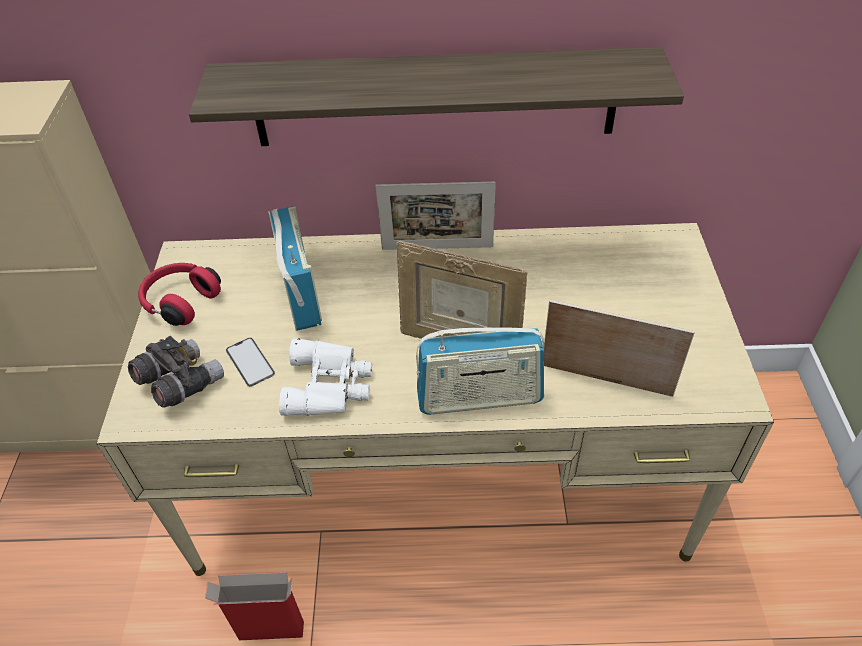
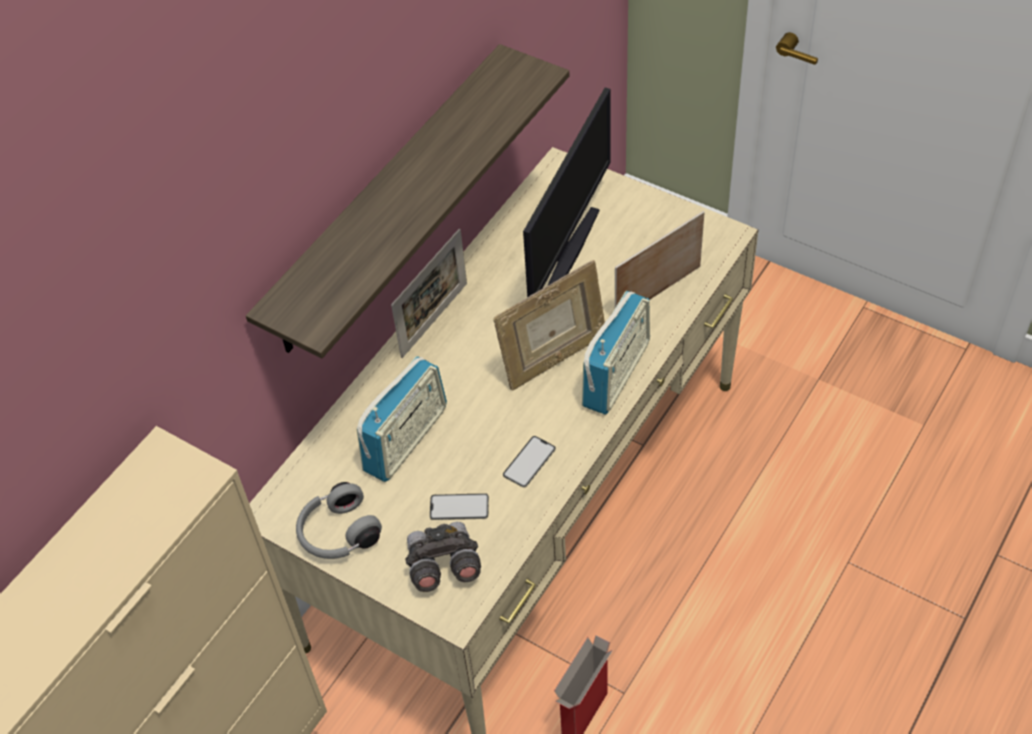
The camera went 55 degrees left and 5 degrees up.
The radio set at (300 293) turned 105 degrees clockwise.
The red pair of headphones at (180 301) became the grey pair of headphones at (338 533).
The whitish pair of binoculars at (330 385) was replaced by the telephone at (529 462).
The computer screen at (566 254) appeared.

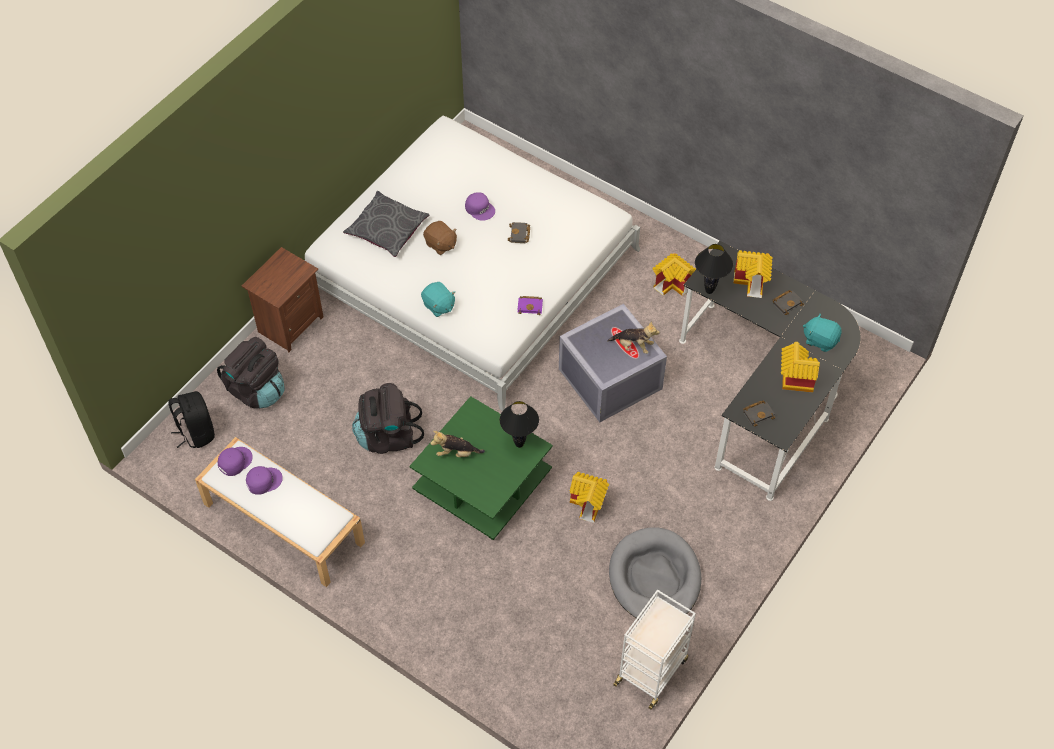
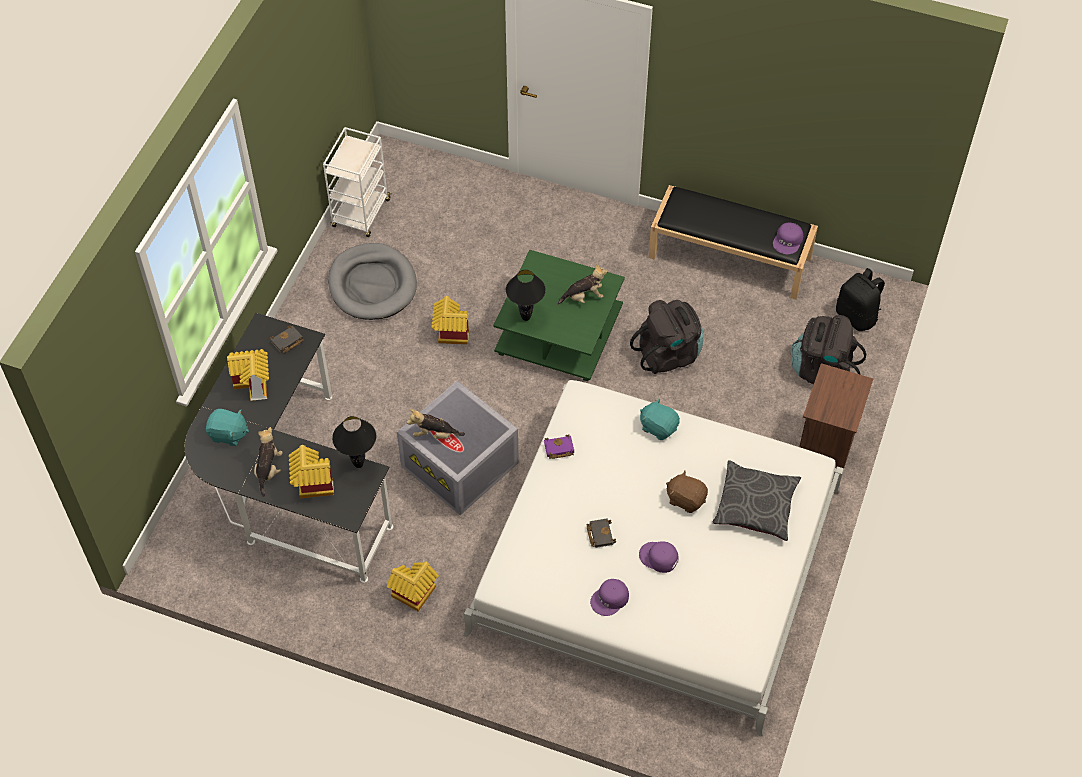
The camera went 165 degrees right and 0 degrees up.
The black bound book at (787 303) was replaced by the cuddly toy at (268 470).
The whitish indoor bench at (282 523) became the black indoor bench at (731 257).
The purple peaked cap moved from (263 480) to (610 599).

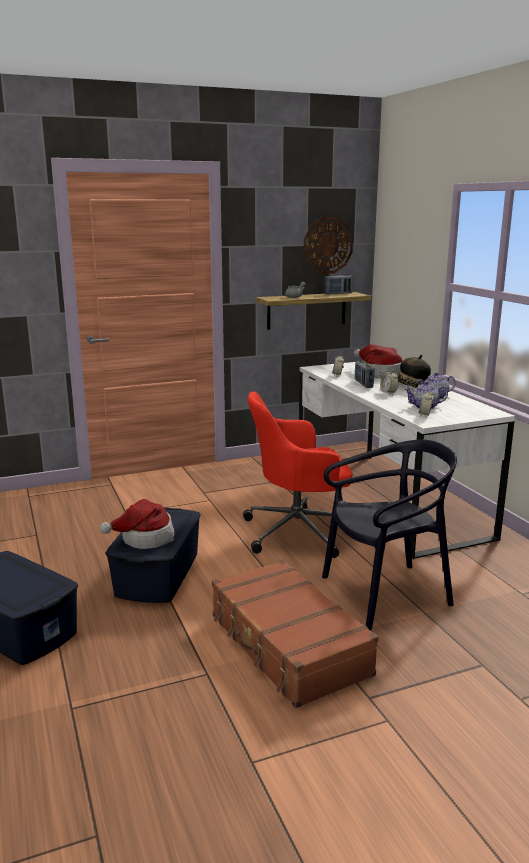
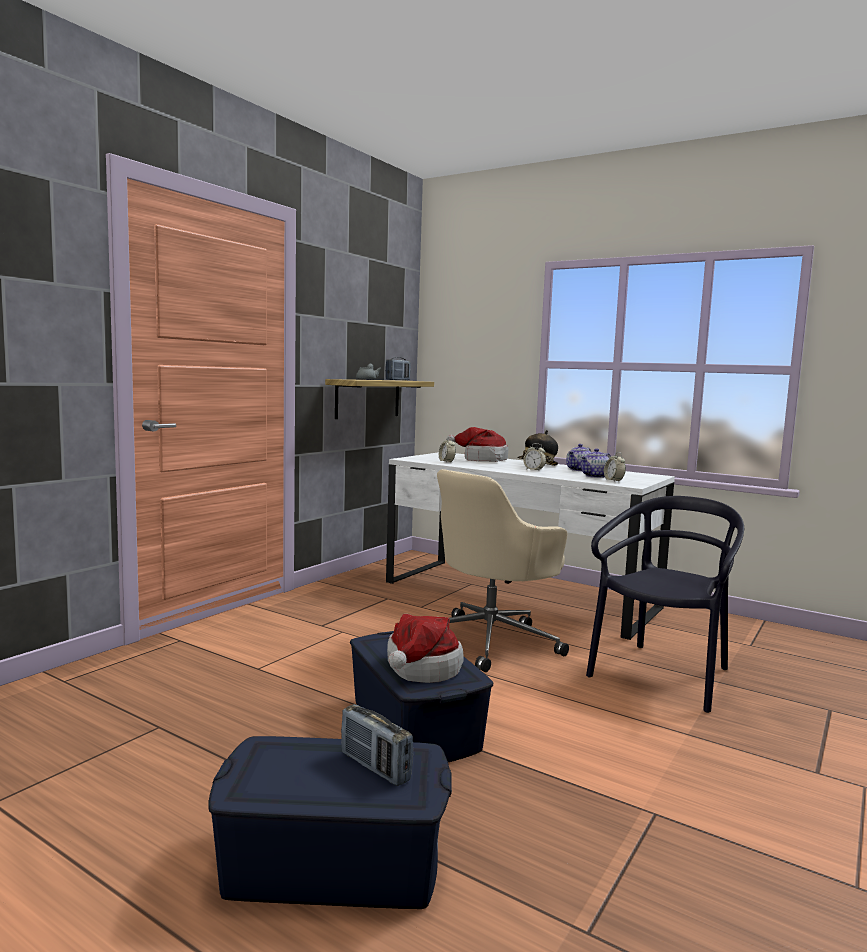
The camera went 35 degrees left and 10 degrees down.
The hanging clock at (328 245) disappeared.
The radio set moved from (363 384) to (375 767).
The red computer chair at (298 532) became the beige-coloured computer chair at (491 641).
The brownish suitcase at (287 645) disappeared.

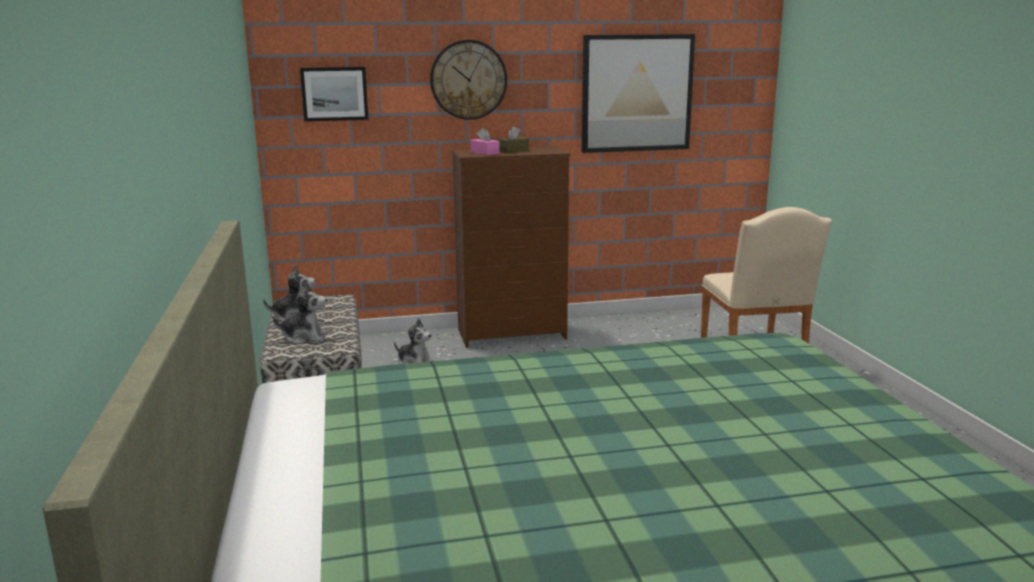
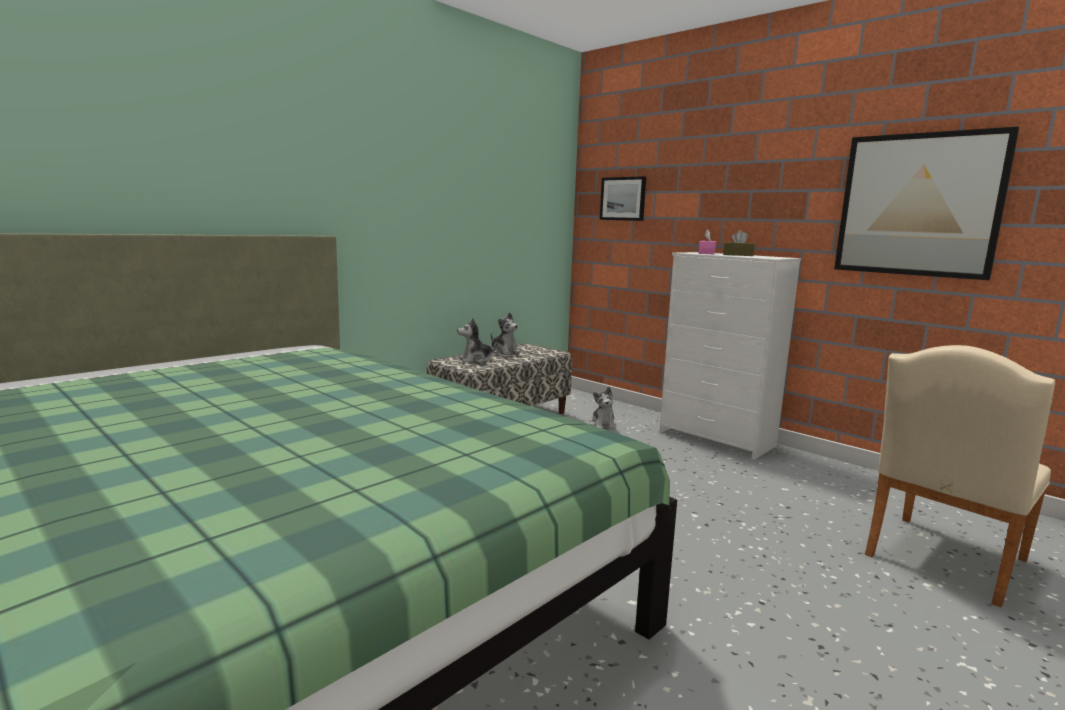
The camera went 55 degrees right and 5 degrees down.
The hanging clock at (468 80) disappeared.
The brownish chest of drawers at (513 334) became the whitish chest of drawers at (717 439).
The cuddly toy at (304 337) turned 105 degrees clockwise.

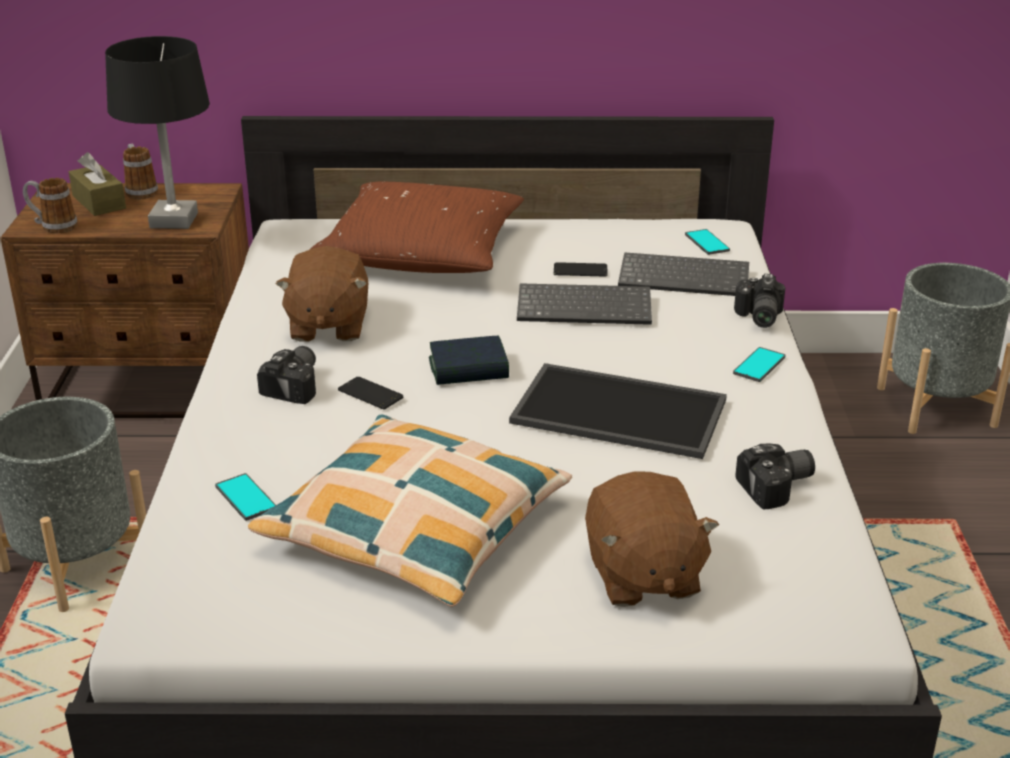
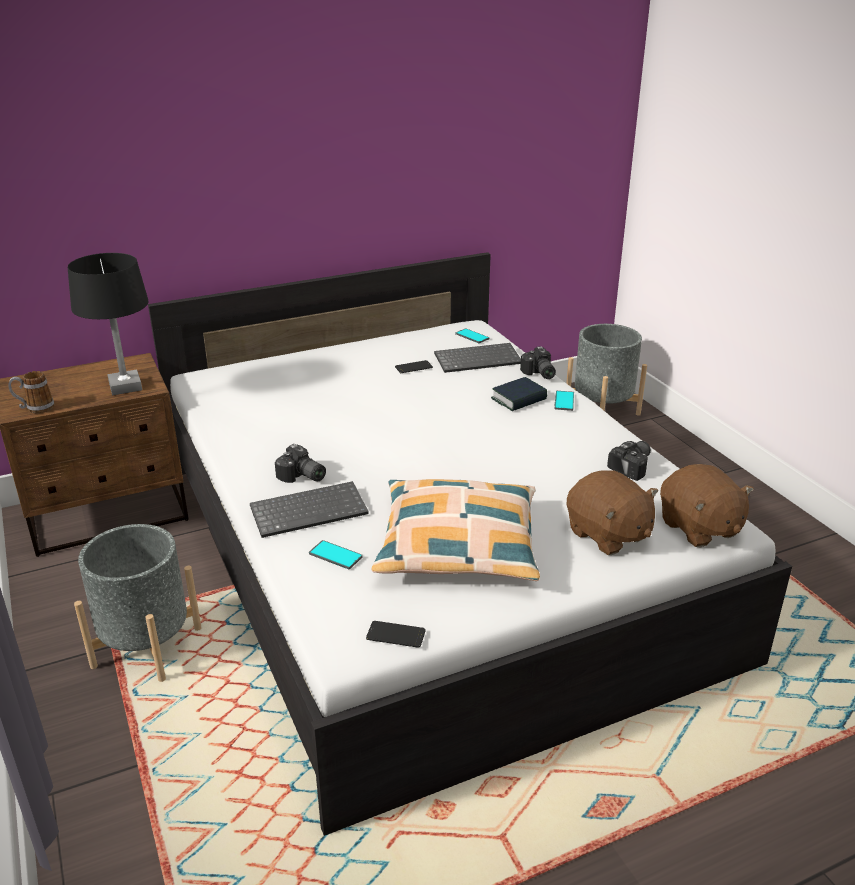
The camera went 25 degrees left and 0 degrees up.
The coffee mug at (140 191) disappeared.
The brownish box of tissues at (99 202) disappeared.
The brownish cushion at (422 253) disappeared.
The brownish cuddly toy moved from (327 326) to (699 528).
The PC keyboard moved from (586 307) to (310 510).
The bound book moved from (468 369) to (519 399).
The photo camera at (297 385) turned 135 degrees clockwise.
The carrying tray at (616 412) disappeared.
The telephone moved from (370 394) to (396 635).

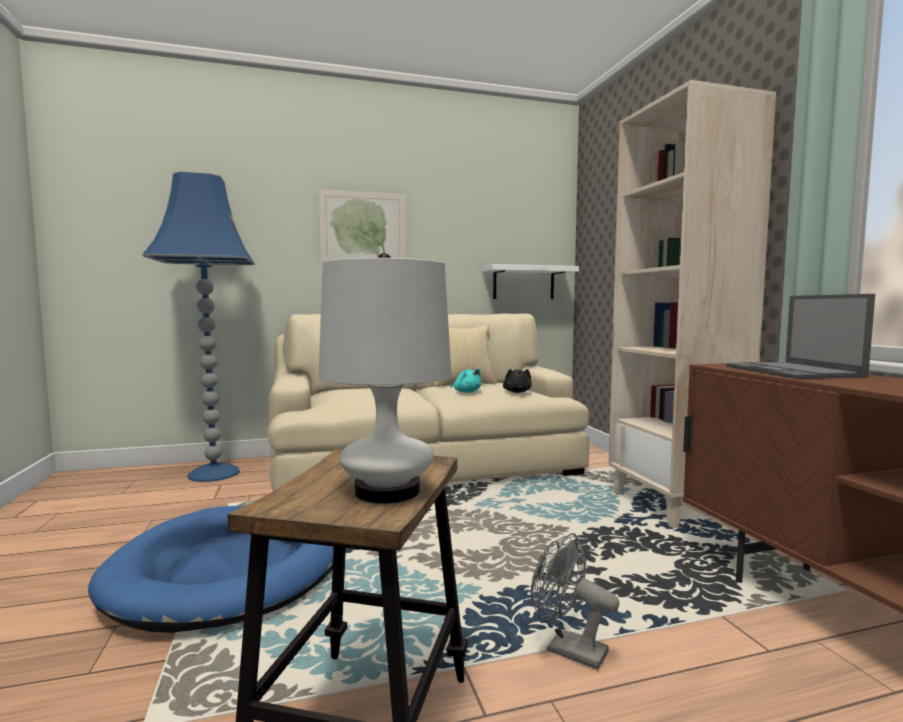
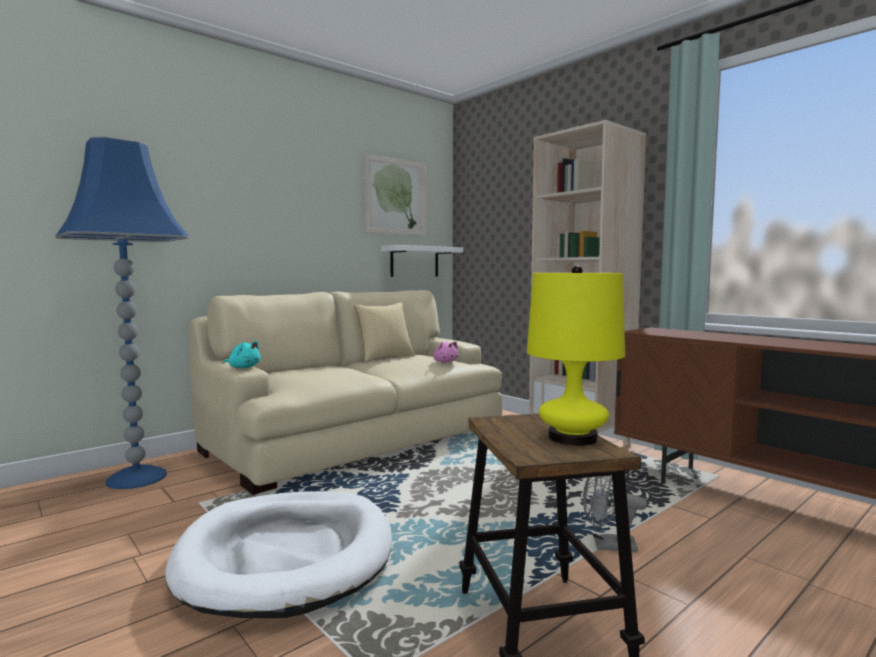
The camera went 25 degrees left and 0 degrees up.
The wall picture moved from (363 235) to (395 196).
The whitish table lamp at (387 491) became the yellowish table lamp at (572 438).
The laptop at (793 371) disappeared.
The turquoise-coloured cuddly toy moved from (466 392) to (243 367).
The black cuddly toy at (517 392) became the pink-coloured cuddly toy at (445 362).
The bluish dog cushion at (232 570) became the whitish dog cushion at (287 556).

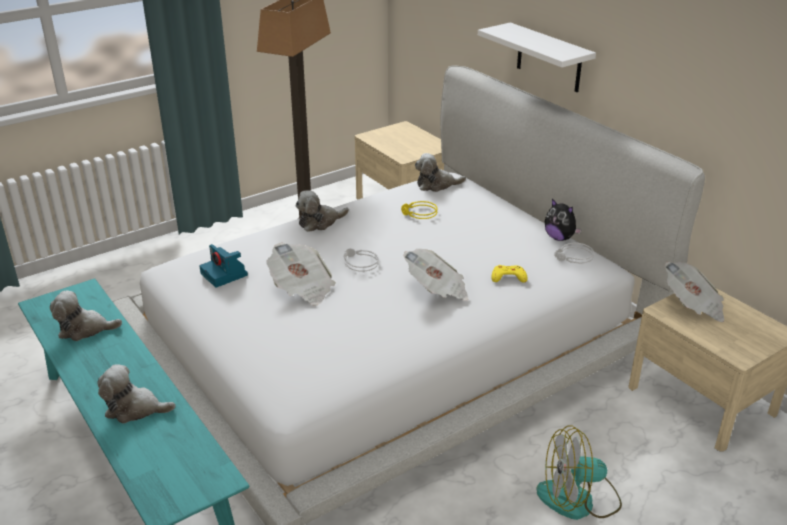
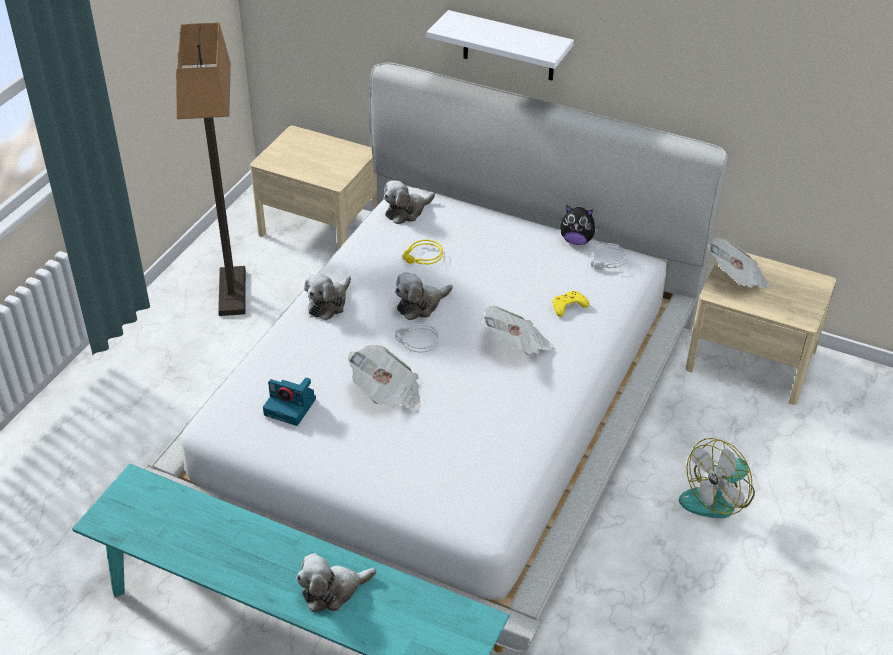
The camera went 30 degrees left and 10 degrees up.
The cuddly toy moved from (84 329) to (420 305).

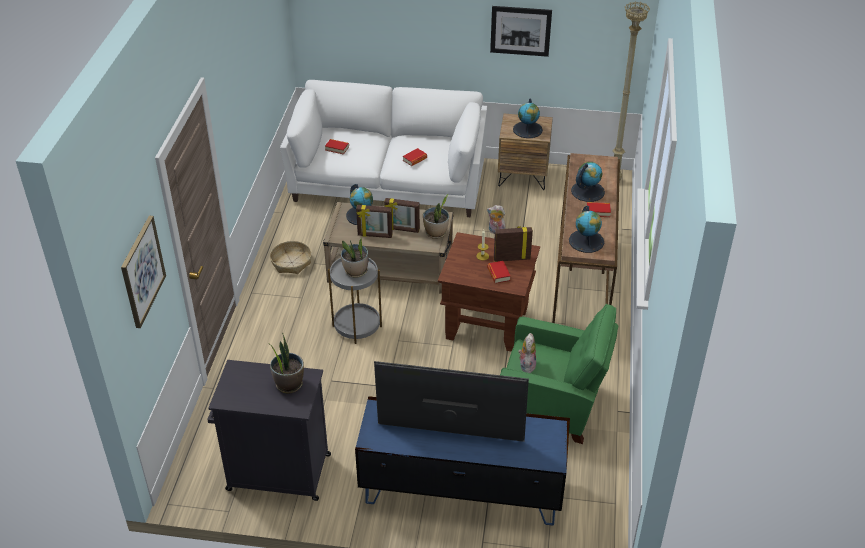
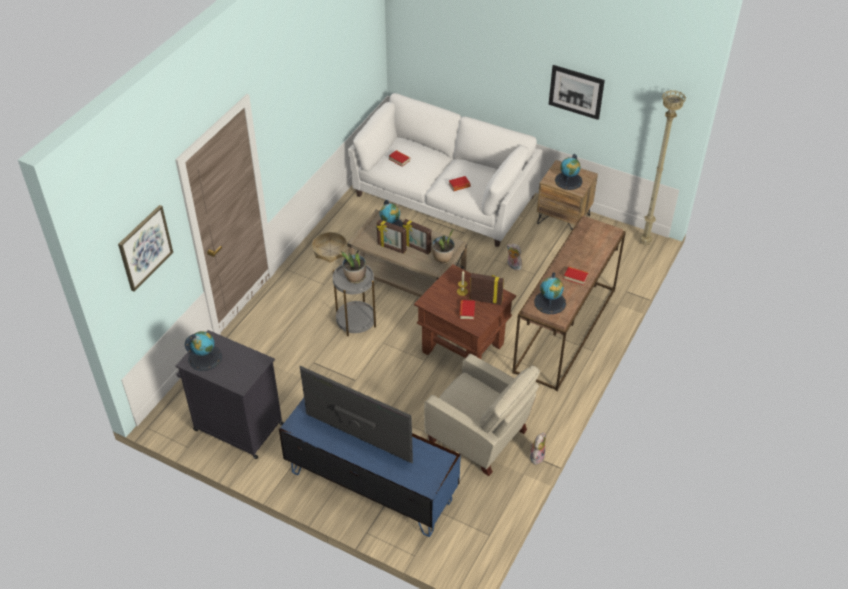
The camera went 20 degrees right and 5 degrees up.
The world globe moved from (587 191) to (205 357).
The green-coloured lounge chair at (552 407) became the beige-coloured lounge chair at (480 437).
The potted plant at (289 384) disappeared.
The cuddly toy moved from (526 365) to (536 456).

